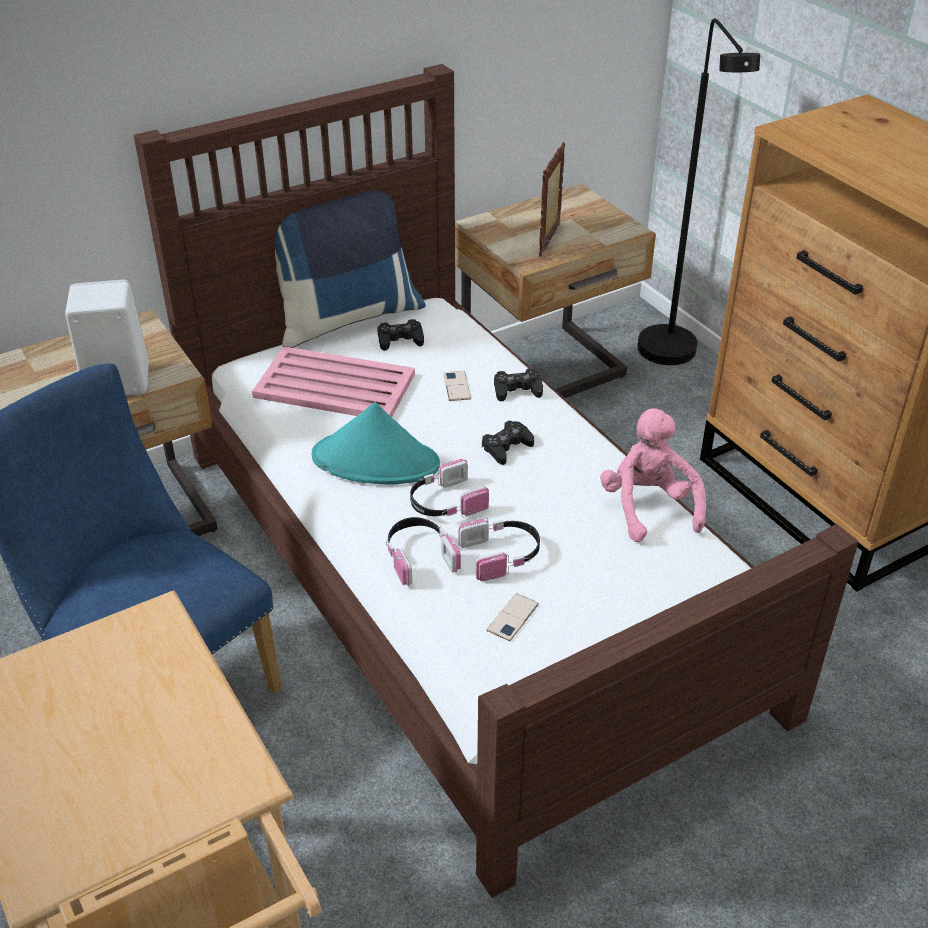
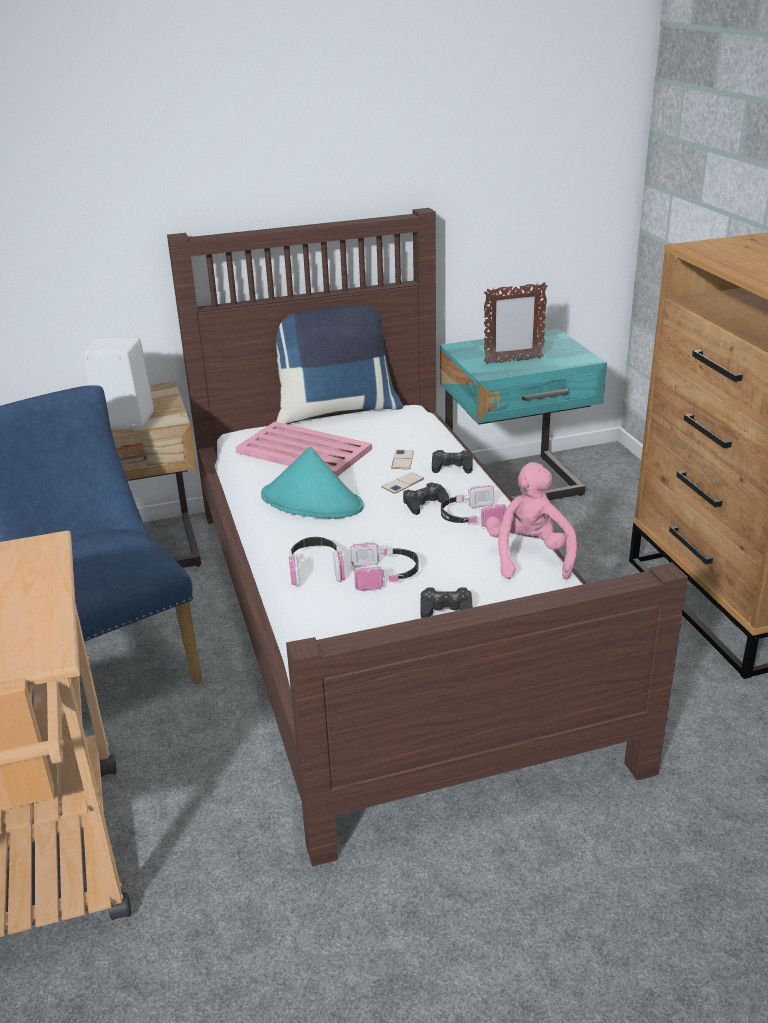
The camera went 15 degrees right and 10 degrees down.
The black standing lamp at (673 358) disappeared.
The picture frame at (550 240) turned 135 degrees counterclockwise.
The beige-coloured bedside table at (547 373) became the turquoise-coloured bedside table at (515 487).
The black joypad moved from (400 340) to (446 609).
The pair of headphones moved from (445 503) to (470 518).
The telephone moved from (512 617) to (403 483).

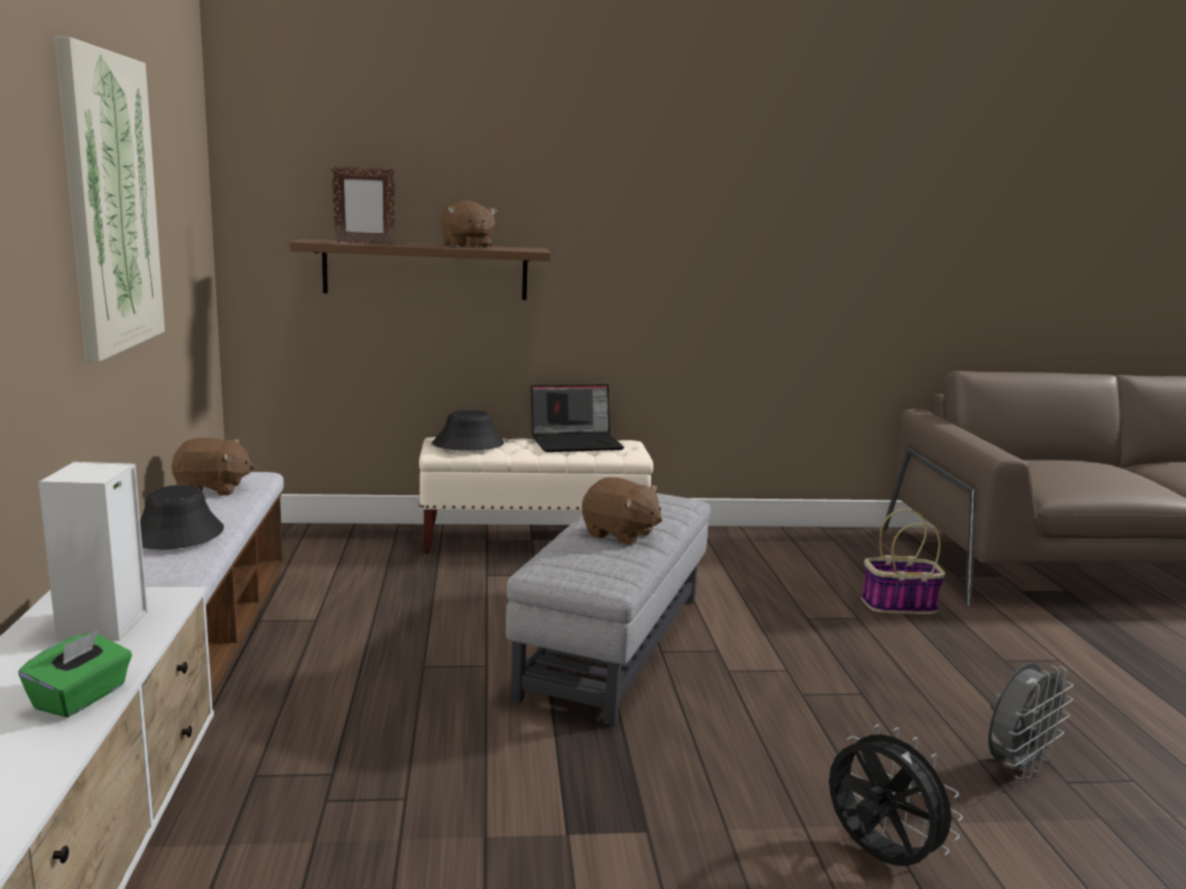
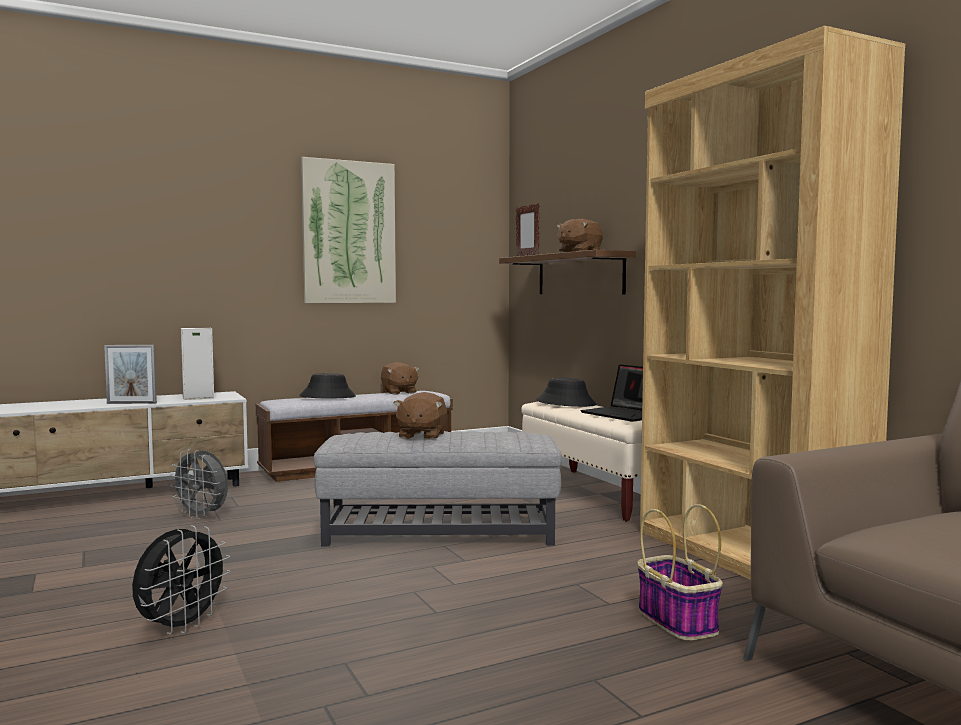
The camera went 70 degrees right and 10 degrees down.
The green-coloured box of tissues at (81 698) was replaced by the picture frame at (131 403).
The grey cooling fan moved from (1017 767) to (202 516).
The brownish bookcase at (746 556) appeared.

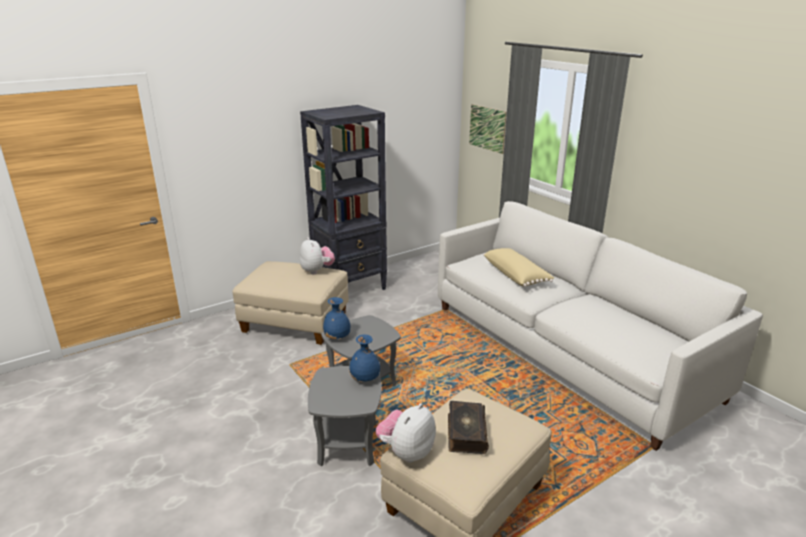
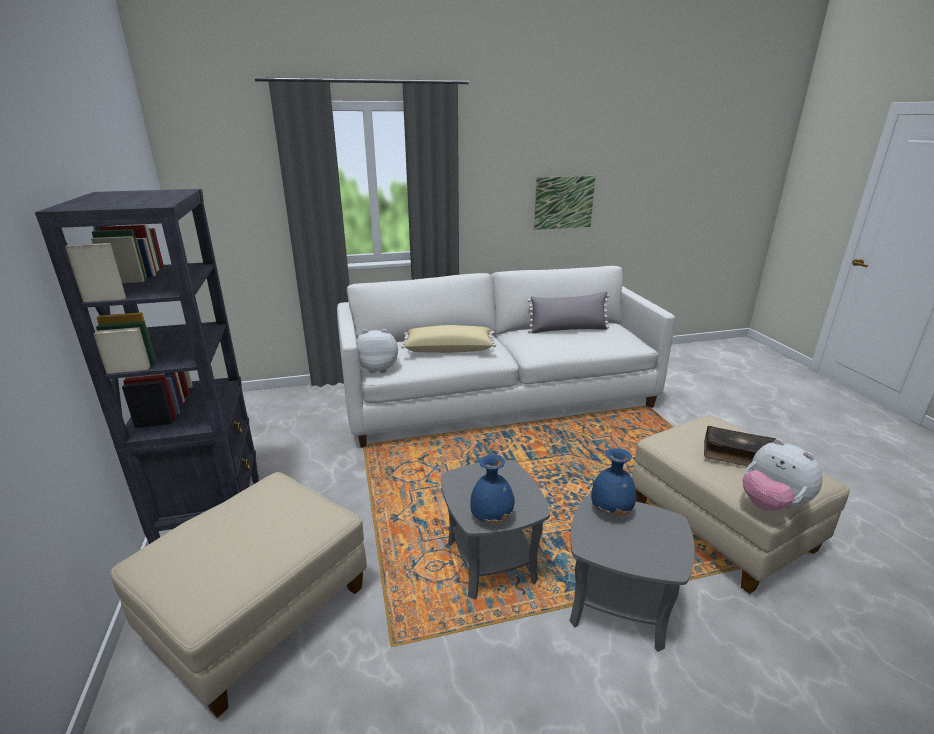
The camera went 70 degrees left and 0 degrees up.
The wall picture moved from (487 128) to (564 202).
The cuddly toy moved from (317 270) to (378 368).
The grey cushion at (568 330) appeared.

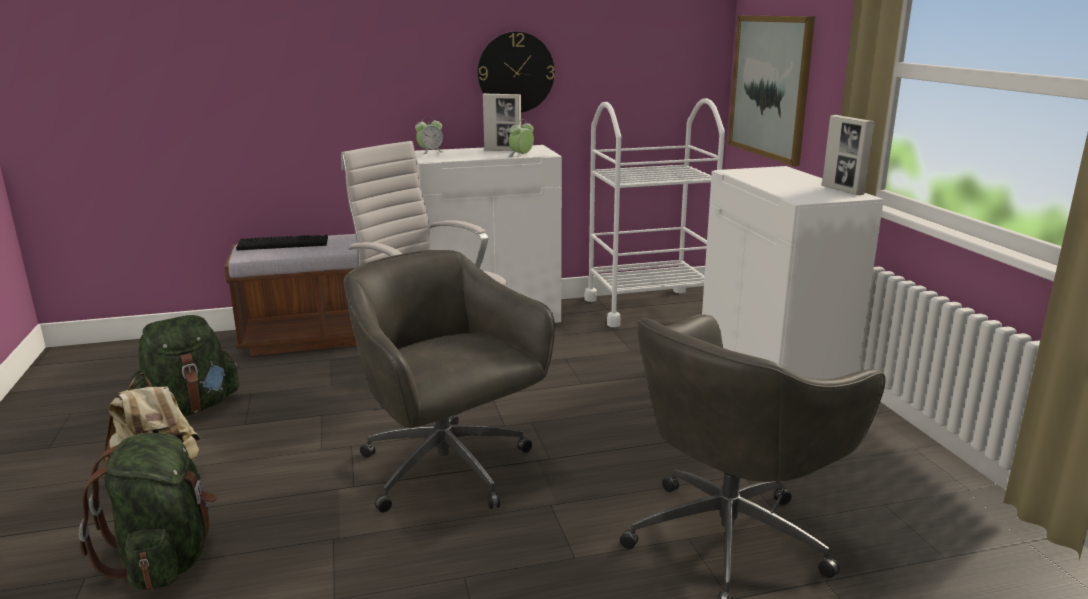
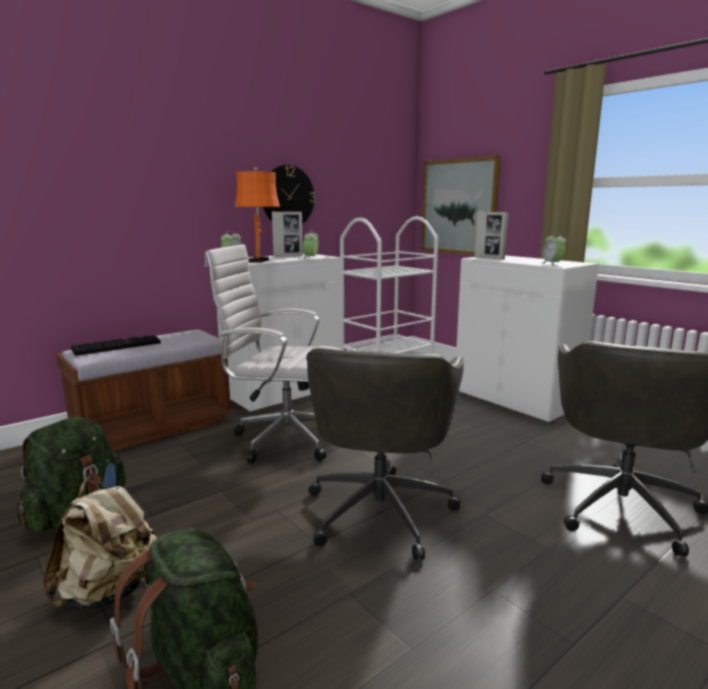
The camera went 25 degrees left and 5 degrees down.
The picture frame moved from (842 190) to (489 258).
The grey computer chair at (448 471) turned 105 degrees counterclockwise.
The orange table lamp at (259 261) appeared.
The alarm clock at (552 264) appeared.

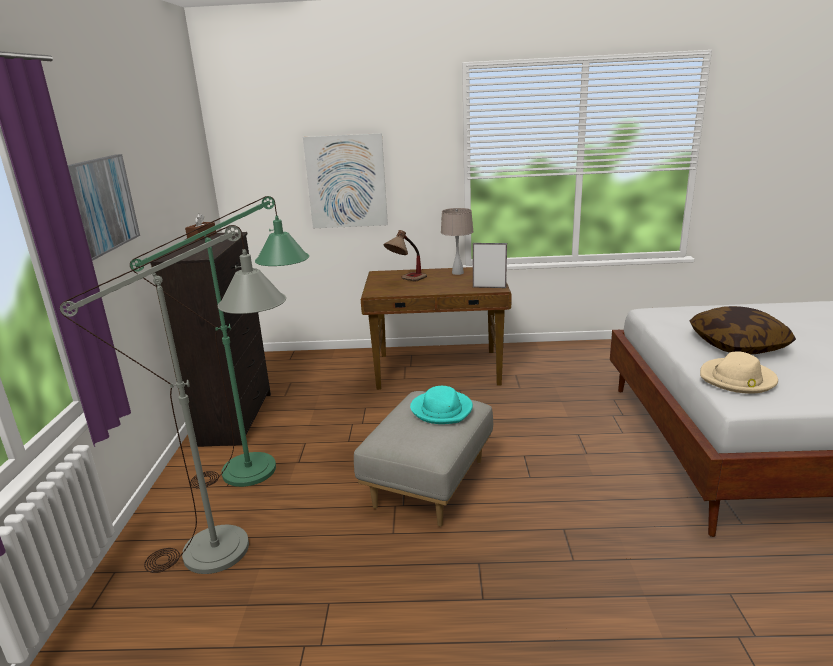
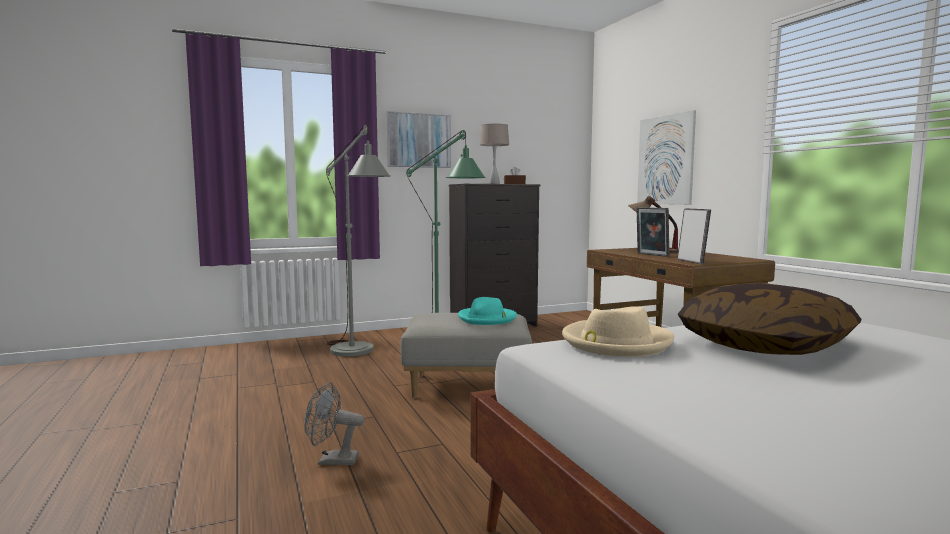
The camera went 65 degrees right and 15 degrees down.
The beige-coloured table lamp moved from (458 273) to (494 183).
The picture frame at (651 255) appeared.
The grey cooling fan at (331 461) appeared.

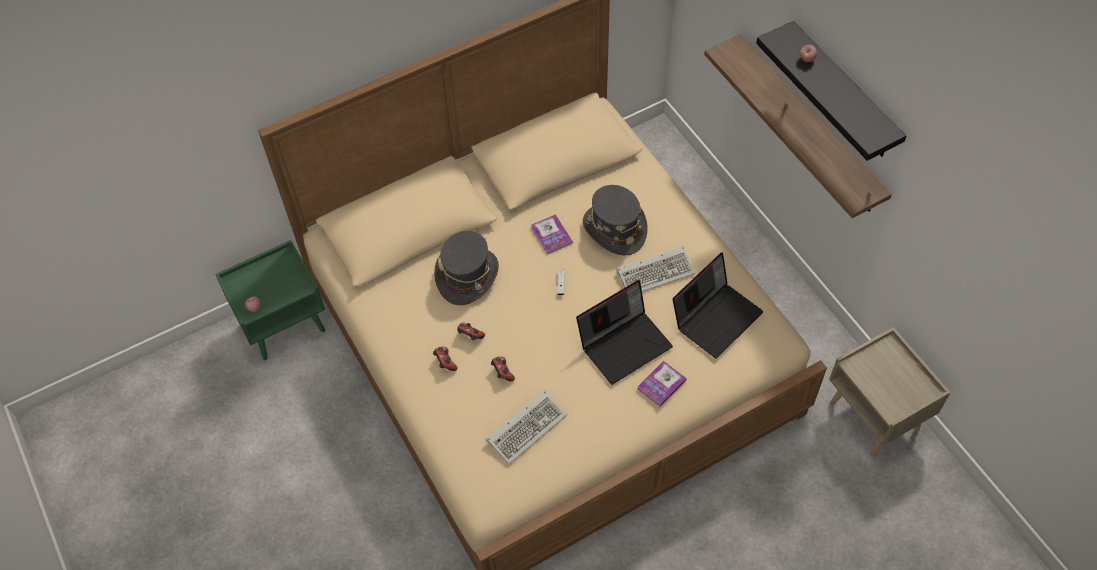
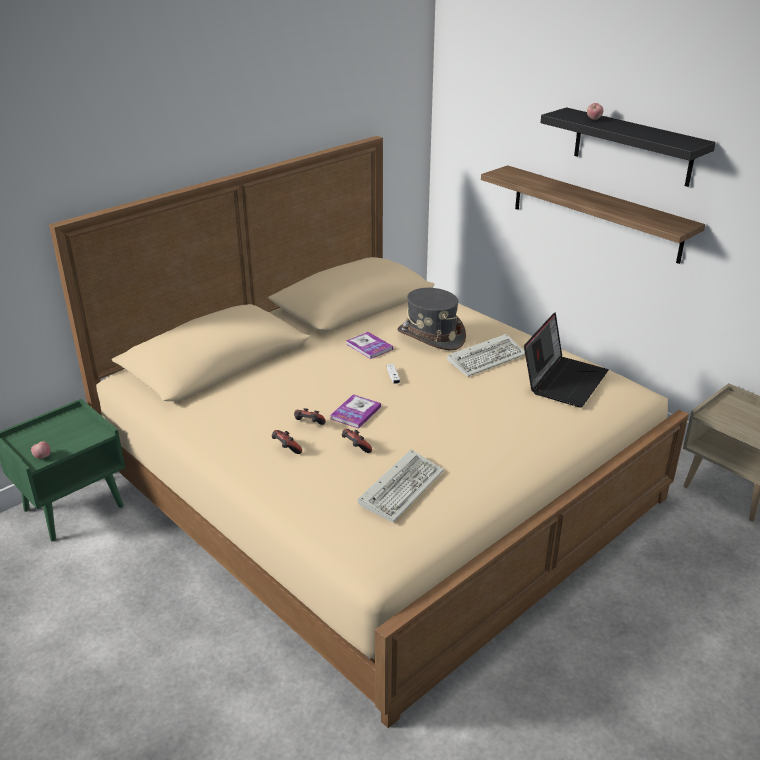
The camera went 15 degrees left and 25 degrees down.
The grey wearable hat at (467 276) disappeared.
The laptop at (624 343) disappeared.
The bound book moved from (661 384) to (355 412).

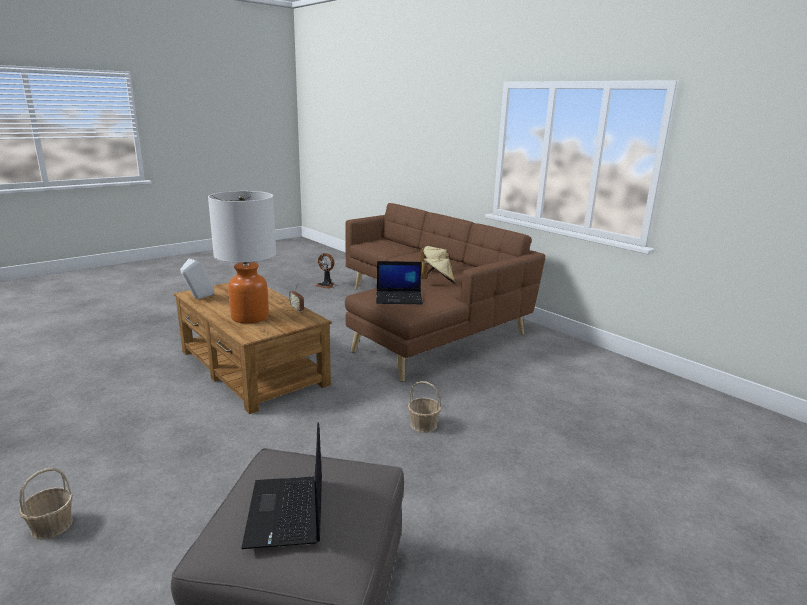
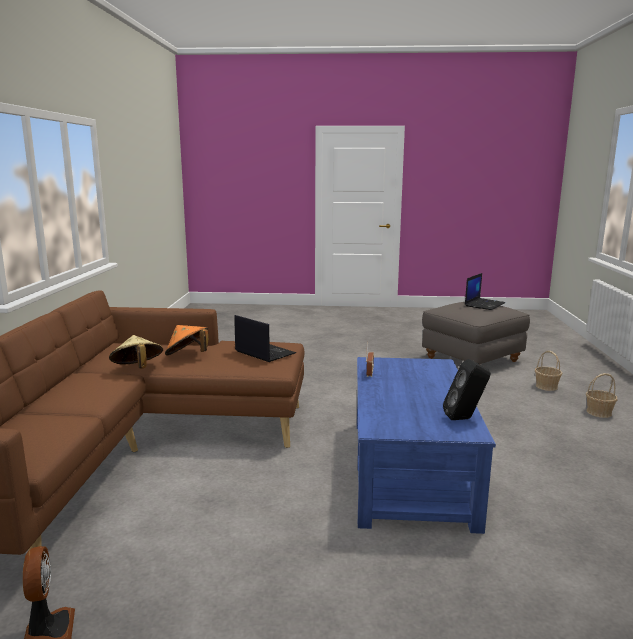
The camera went 135 degrees left and 5 degrees down.
The table lamp at (250 317) disappeared.
The beige-coloured wearable hat at (438 283) became the orange wearable hat at (187 355).
The whitish loudspeaker at (198 299) became the black loudspeaker at (465 418).
The brownish low table at (252 368) became the bluish low table at (410 469).
The household basket moved from (423 425) to (546 386).

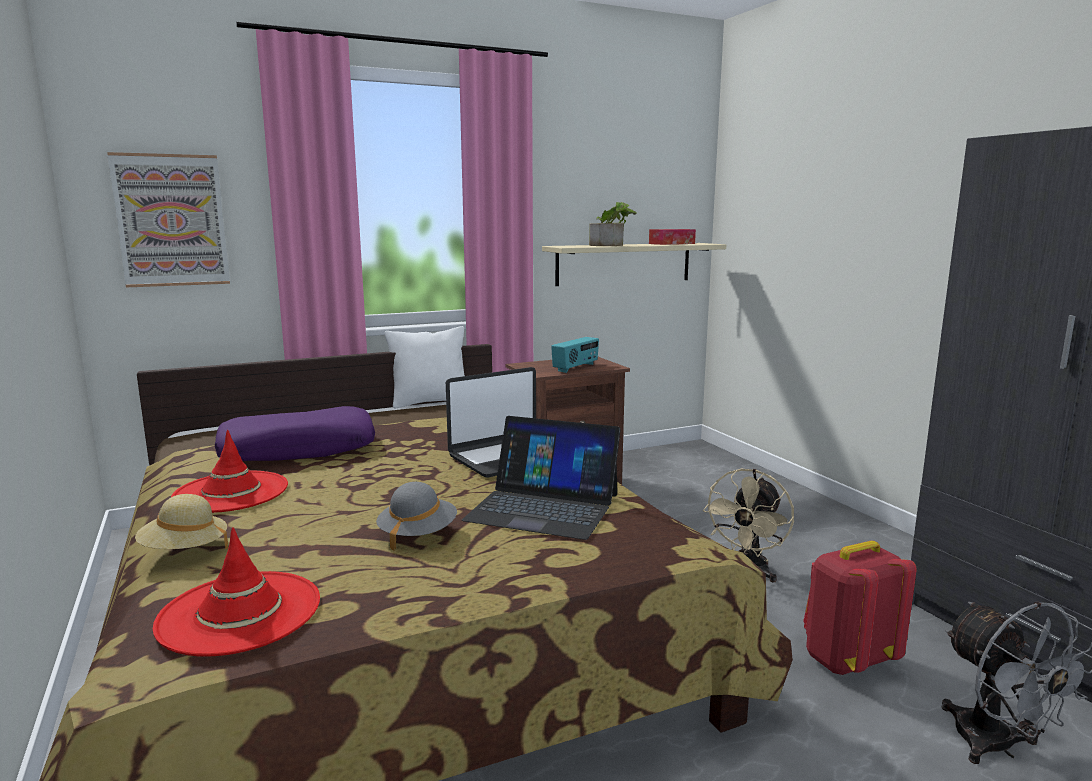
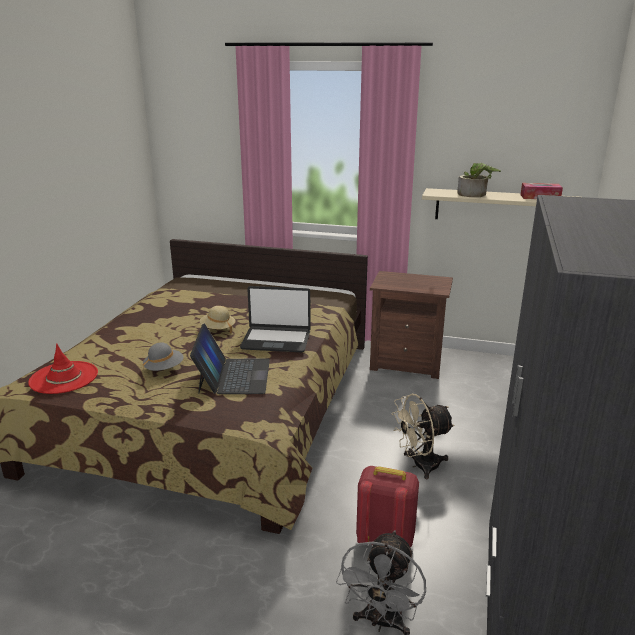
The camera went 40 degrees right and 10 degrees up.
The wall picture at (171 221) disappeared.
The whitish cushion at (430 402) disappeared.
The radio set at (576 368) disappeared.
The purple cushion at (298 449) disappeared.
The laptop at (543 507) turned 150 degrees counterclockwise.
The red wearable hat at (231 492) disappeared.
The beige-coloured wearable hat moved from (184 550) to (218 329).

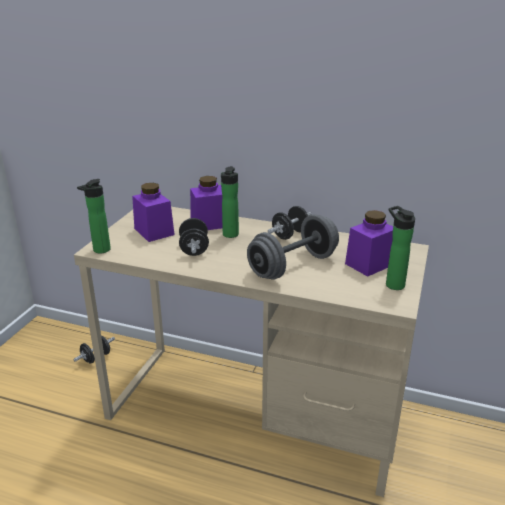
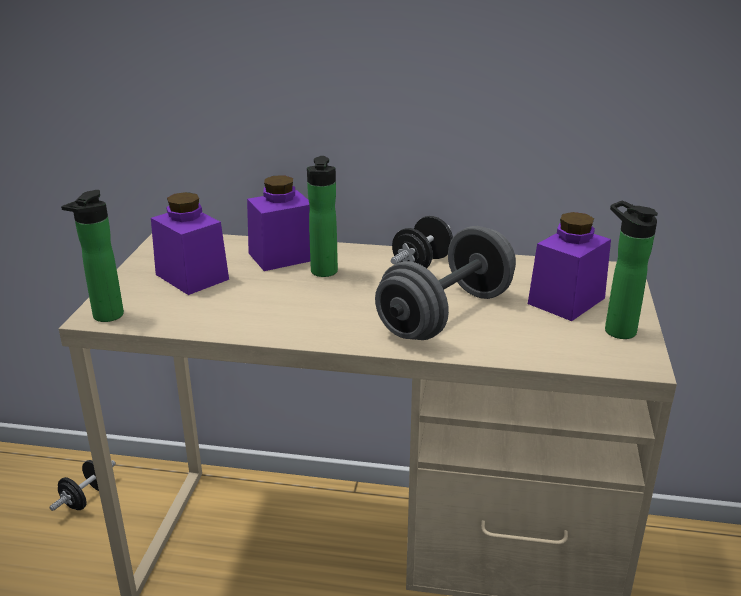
The camera went 10 degrees left and 0 degrees up.
The black free weight at (194 249) disappeared.

